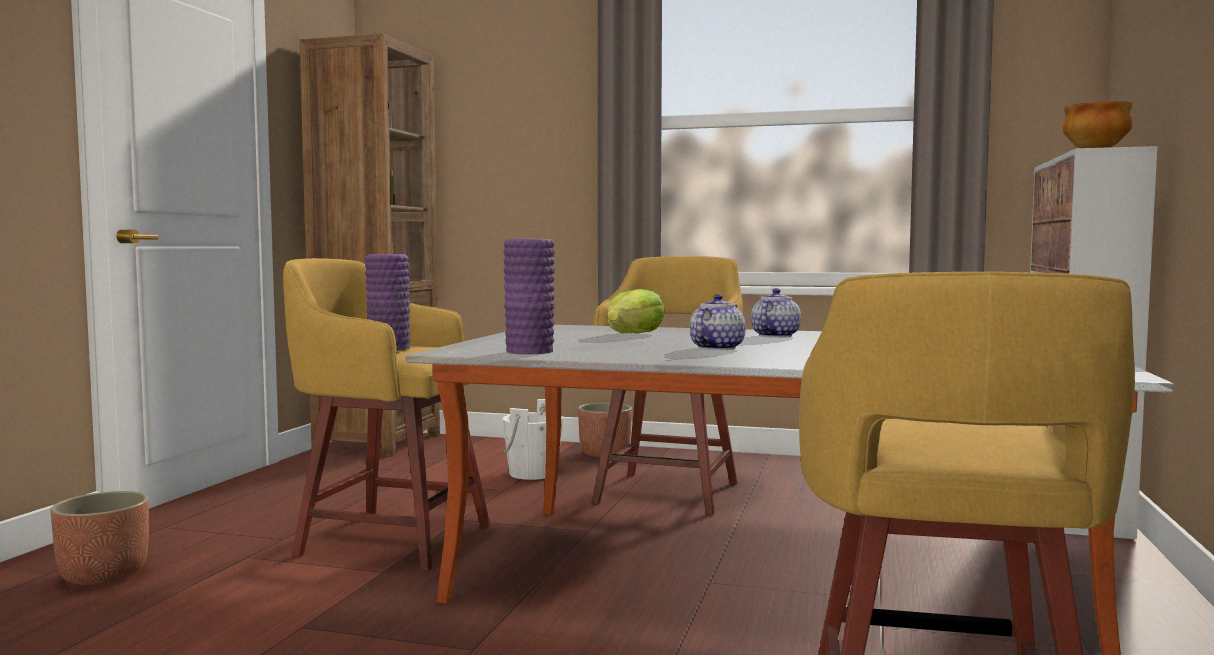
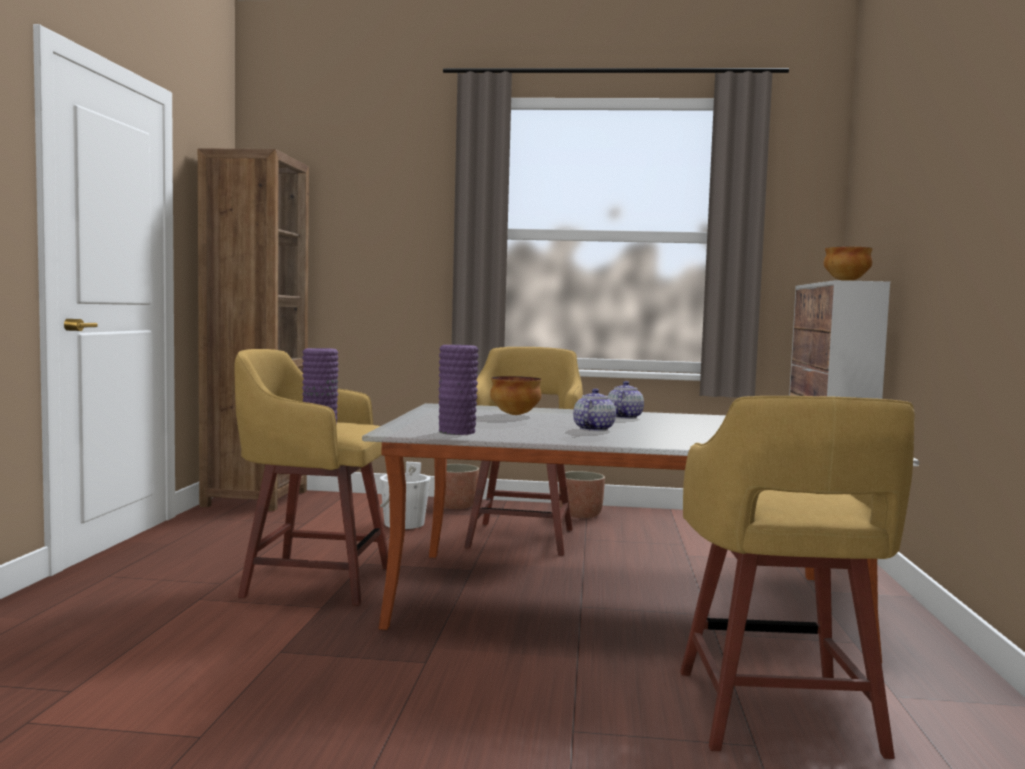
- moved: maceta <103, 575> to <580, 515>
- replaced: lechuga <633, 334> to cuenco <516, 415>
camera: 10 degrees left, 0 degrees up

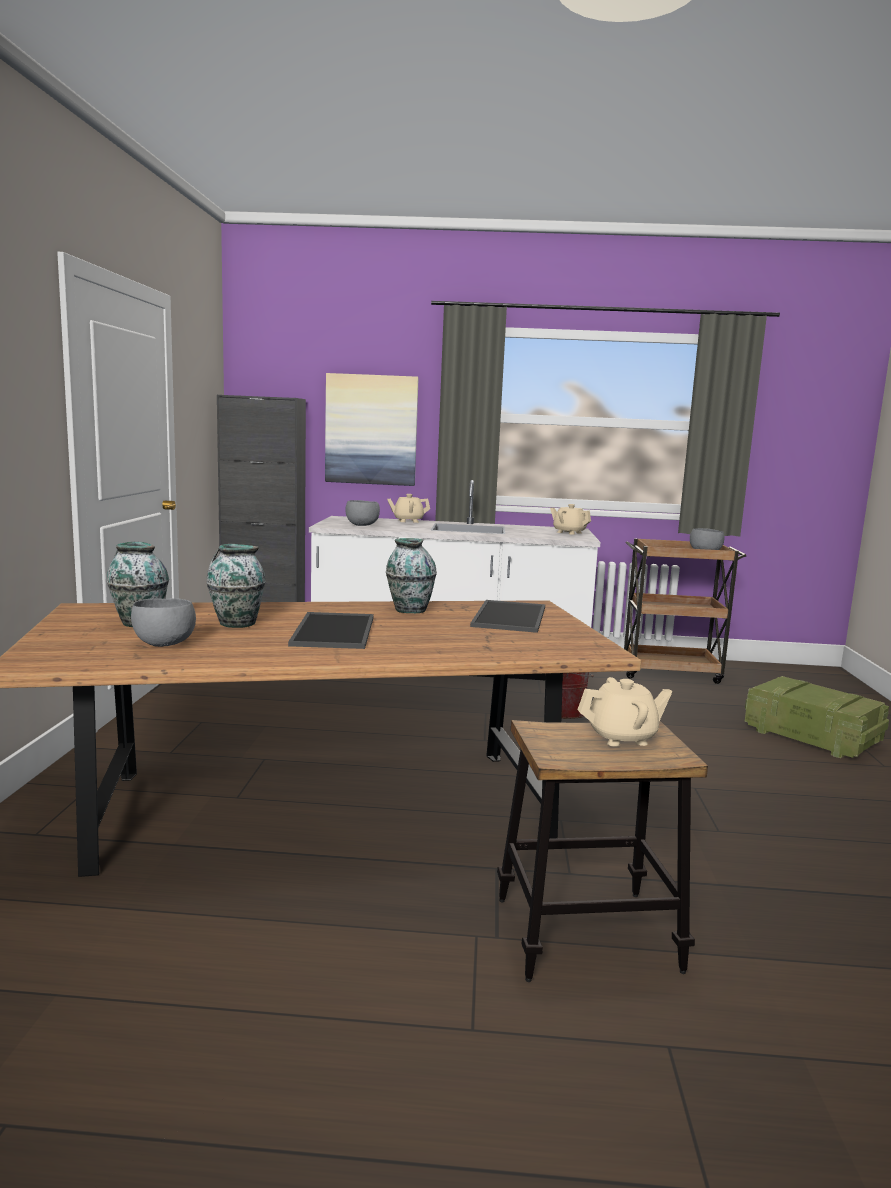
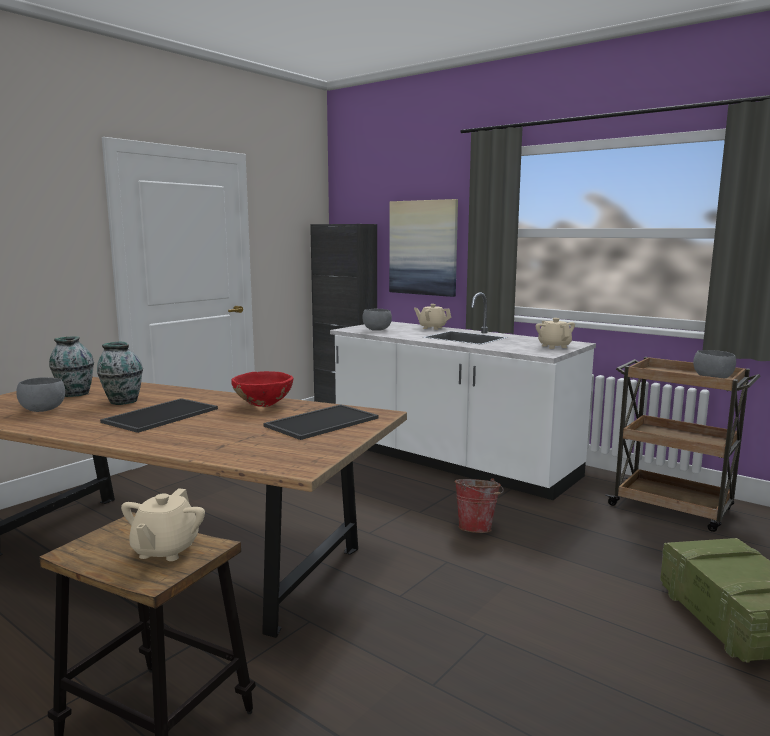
- replaced: florero <410, 610> to cuenco [rojo] <263, 406>
- turned: tetera [beis] <622, 737> = <165, 550> 75 degrees clockwise
camera: 35 degrees right, 0 degrees up

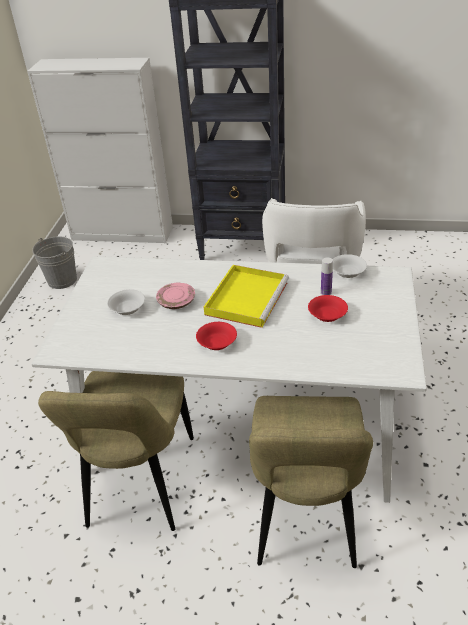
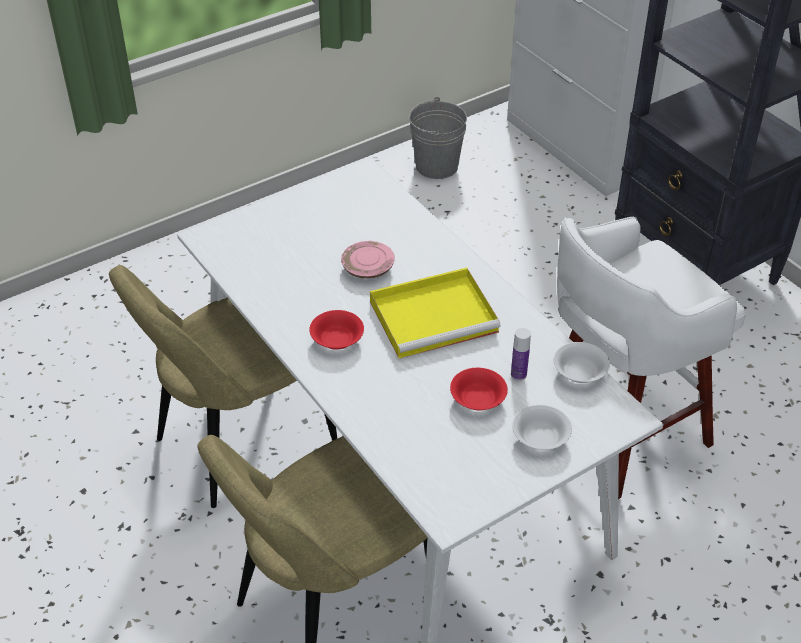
- moved: cuenco [blanco] <128, 309> to <541, 438>
camera: 45 degrees right, 5 degrees up

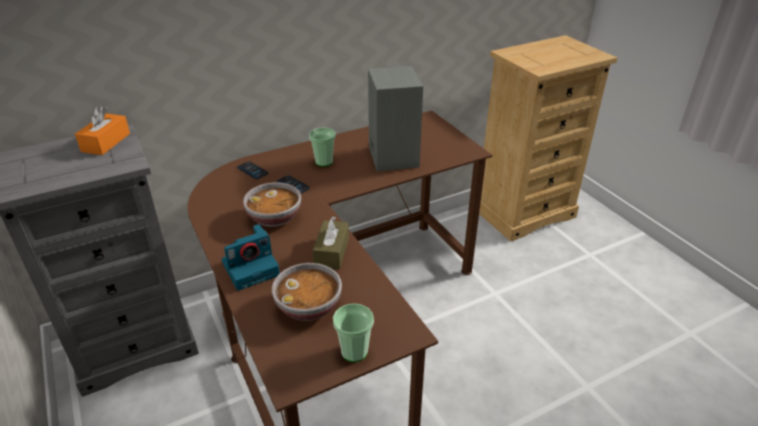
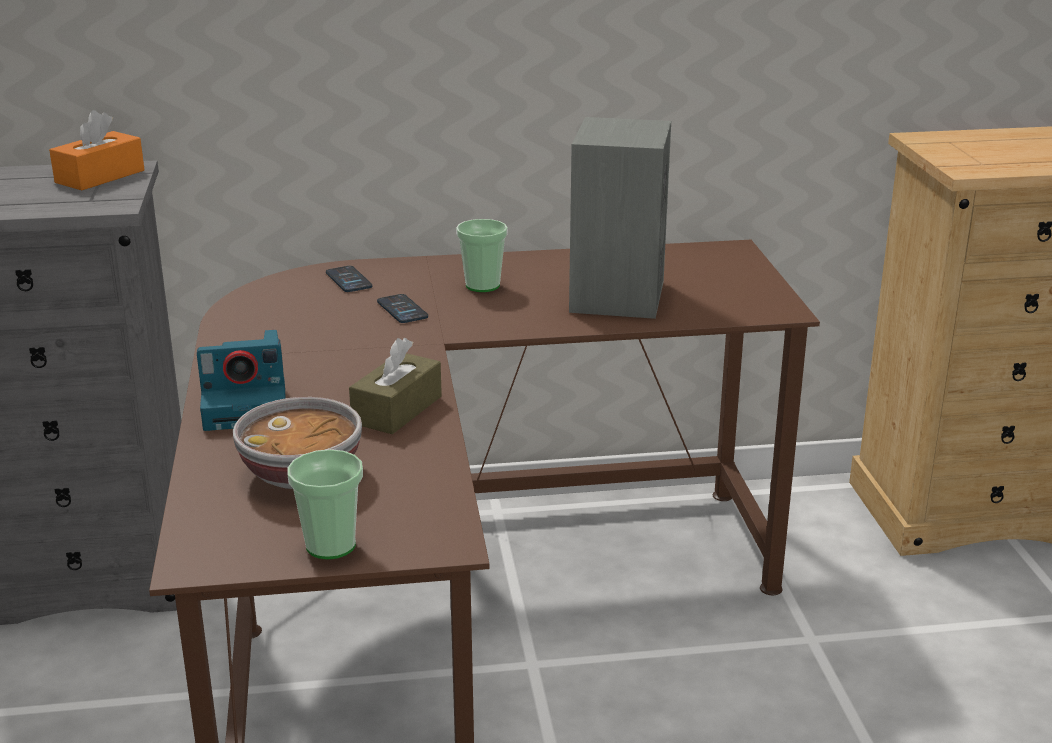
- removed: cuenco <275, 218>
camera: 20 degrees right, 10 degrees down

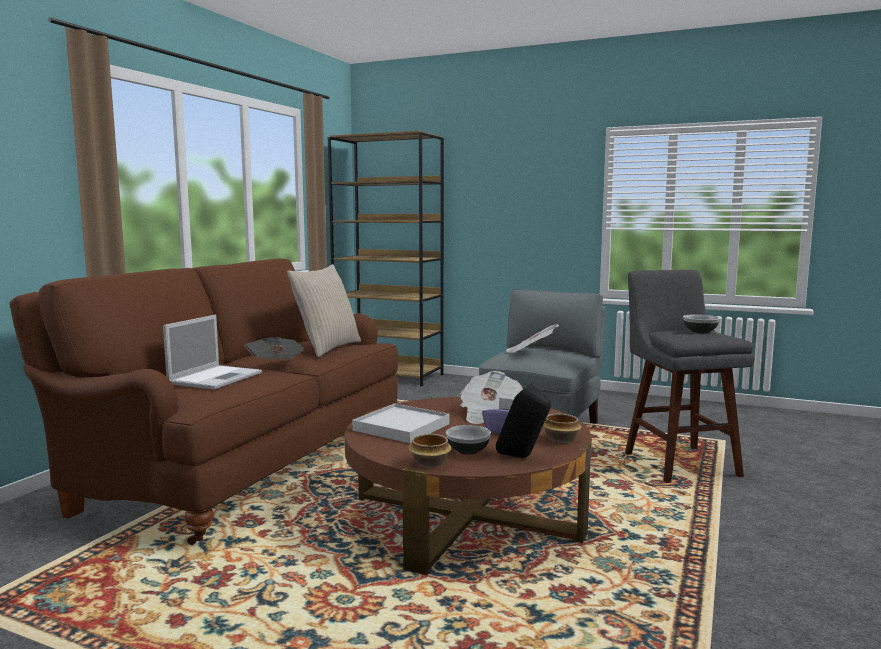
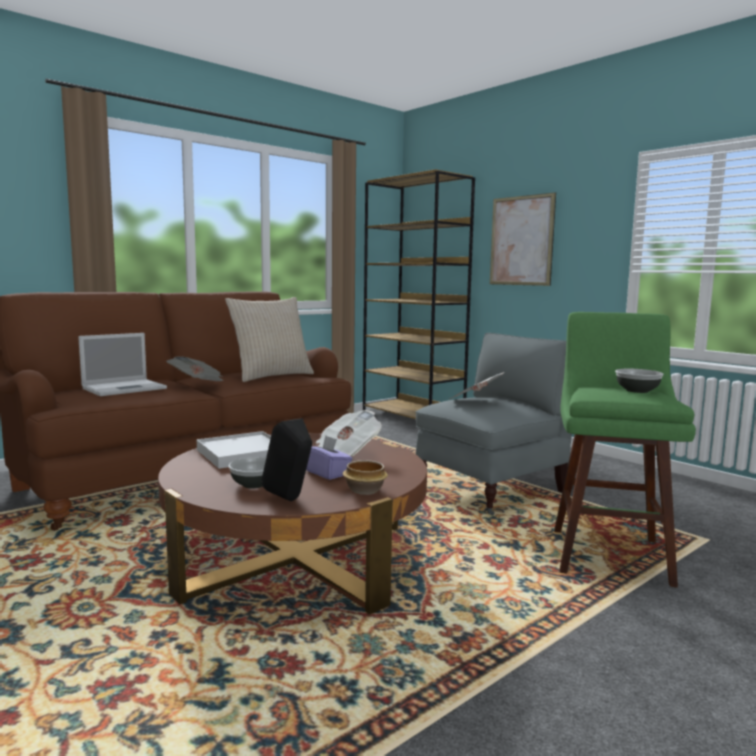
- removed: cuenco <430, 463>
- added: cuadro <521, 241>
- recoloured: taburete [gris] <678, 462> to taburete [verde] <608, 553>
camera: 25 degrees right, 0 degrees up

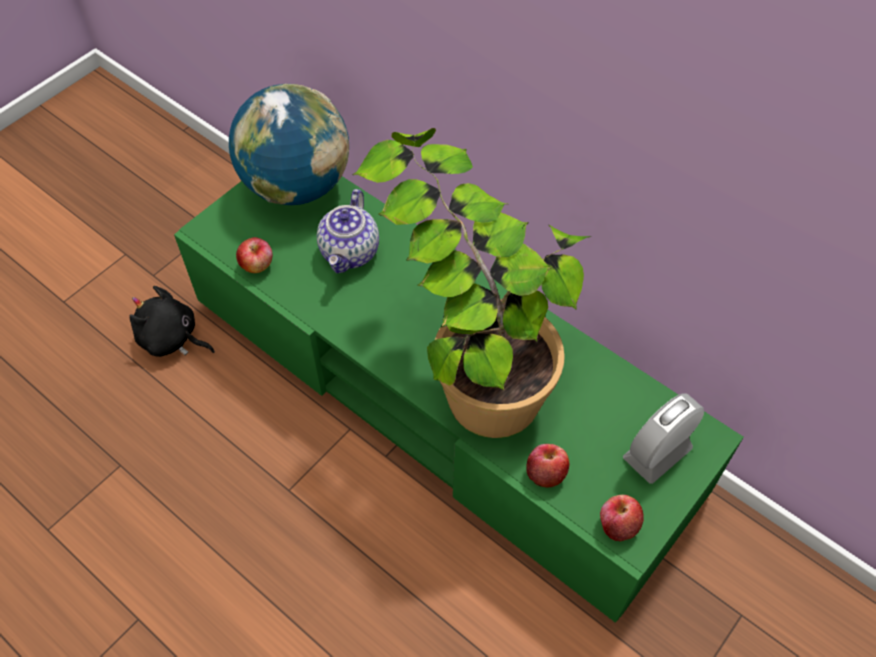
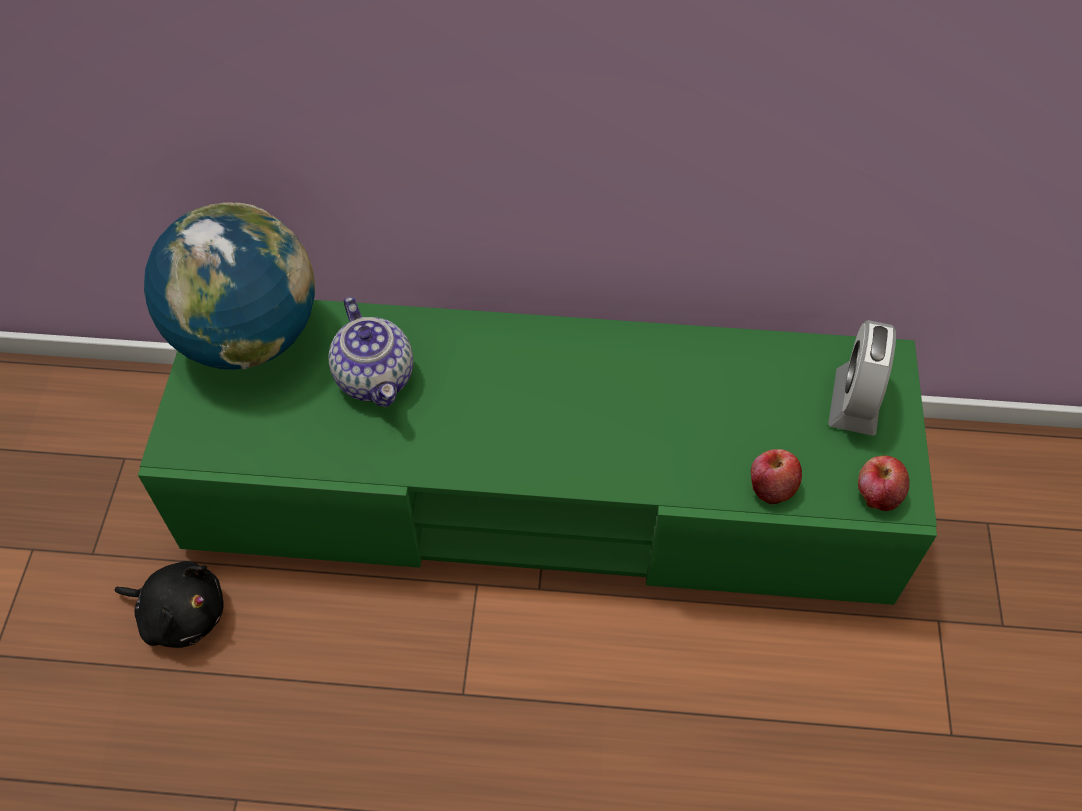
- removed: manzana <257, 265>
- removed: planta en maceta <471, 358>
- turned: peluche [negro] <172, 339> = <181, 613> 150 degrees counterclockwise
camera: 35 degrees left, 0 degrees up

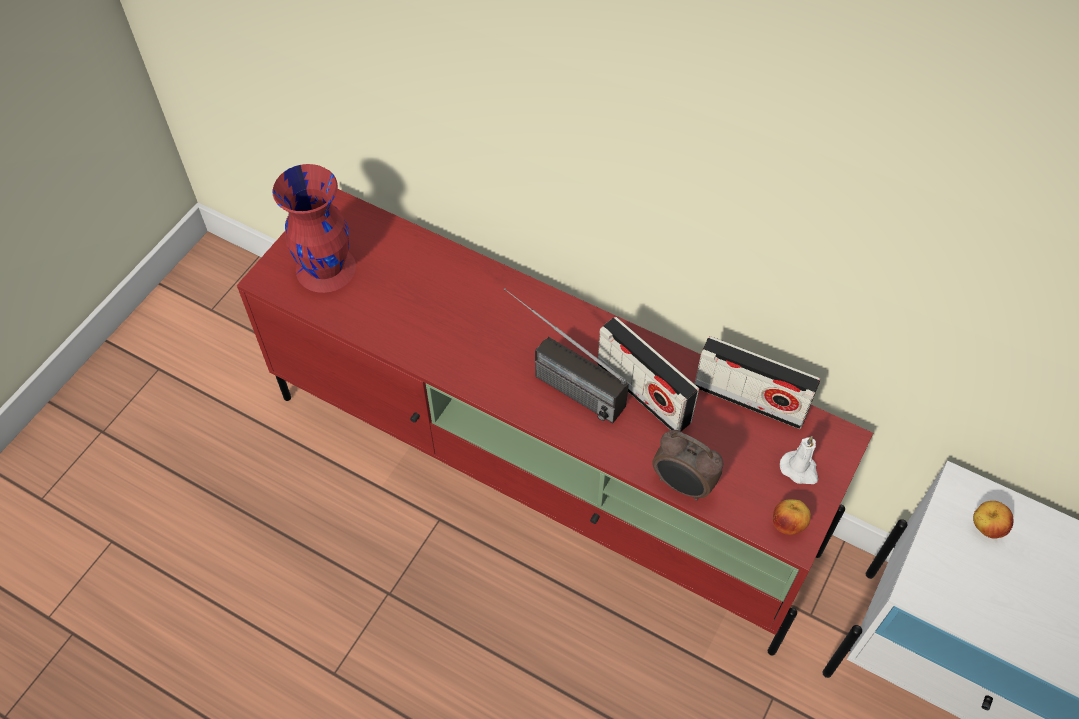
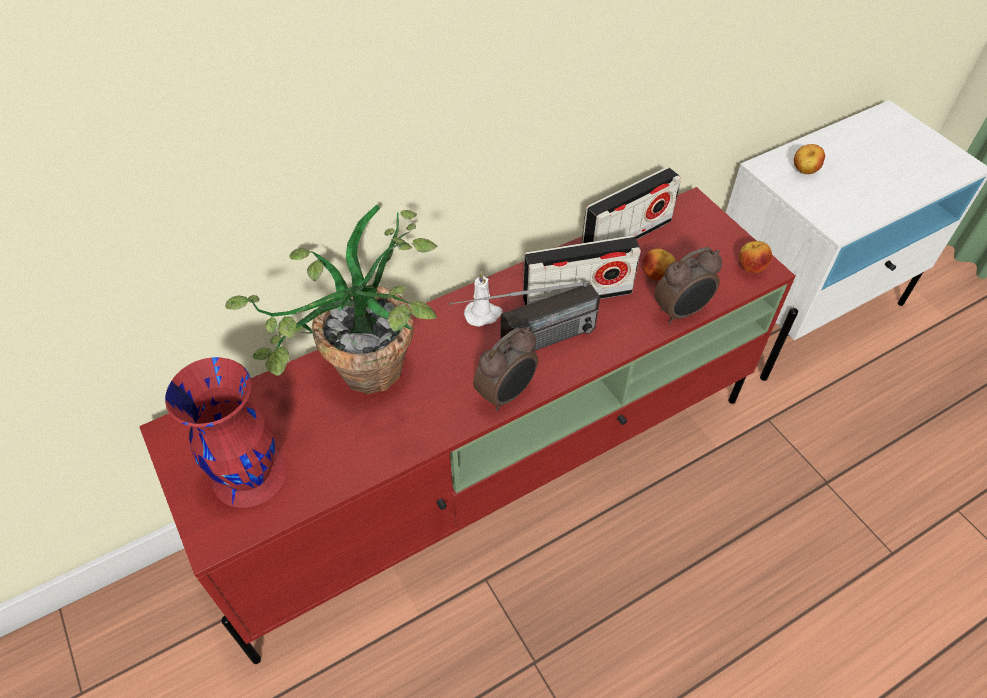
- added: planta en maceta <362, 383>
- added: despertador <507, 394>
- added: manzana <656, 275>
- moved: vela [blanco] <800, 469> to <483, 314>
camera: 60 degrees left, 5 degrees down

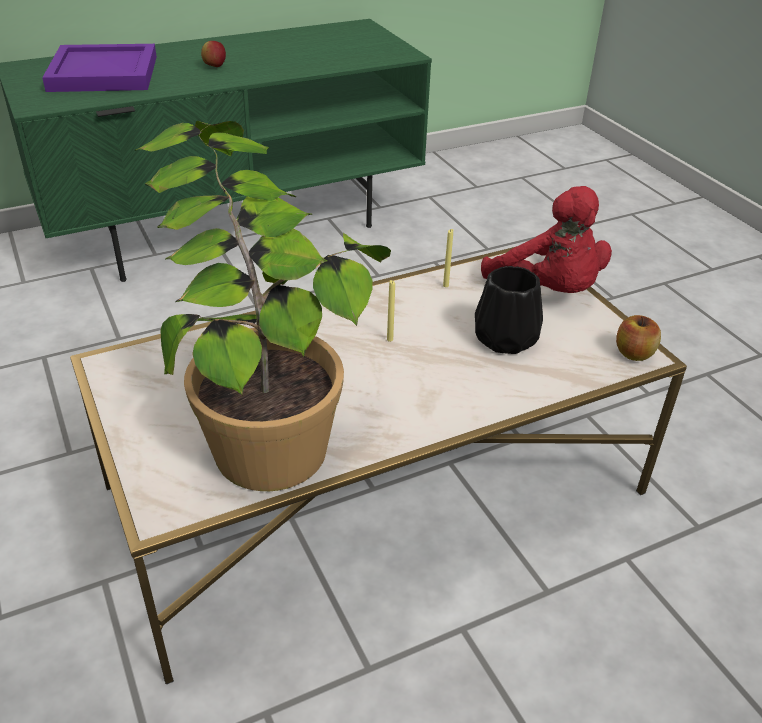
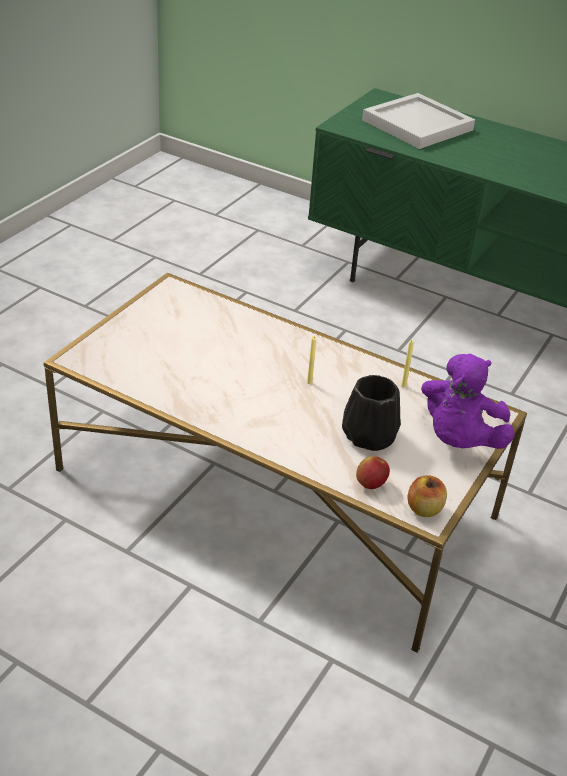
- removed: planta en maceta <262, 411>
- moved: manzana <214, 66> to <371, 484>
- recoloured: bandeja [morado] <105, 73> to bandeja [blanco] <419, 125>
- recoloured: peluche [rojo] <548, 291> to peluche [morado] <459, 439>
camera: 55 degrees right, 0 degrees up

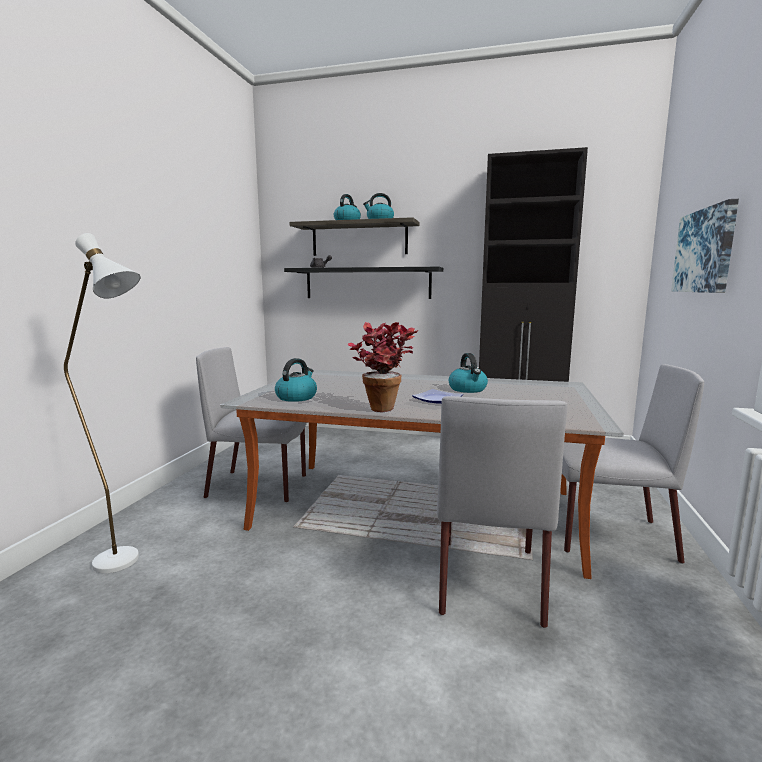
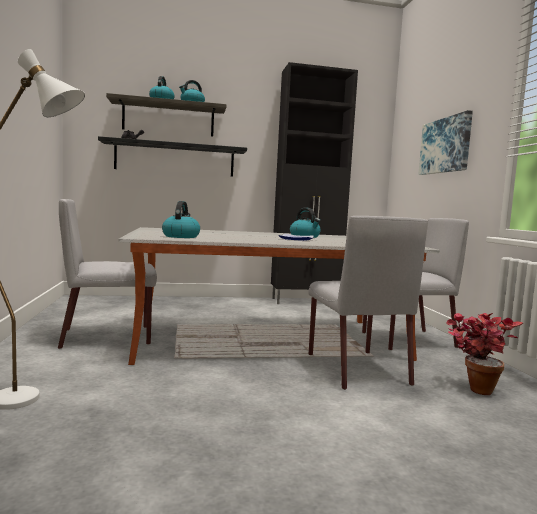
- moved: planta en maceta <382, 407> to <474, 387>
camera: 25 degrees left, 5 degrees down

